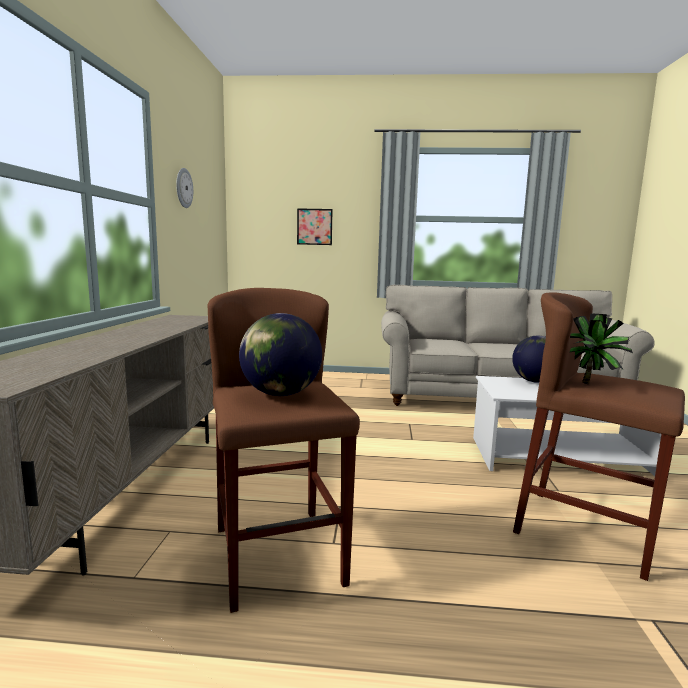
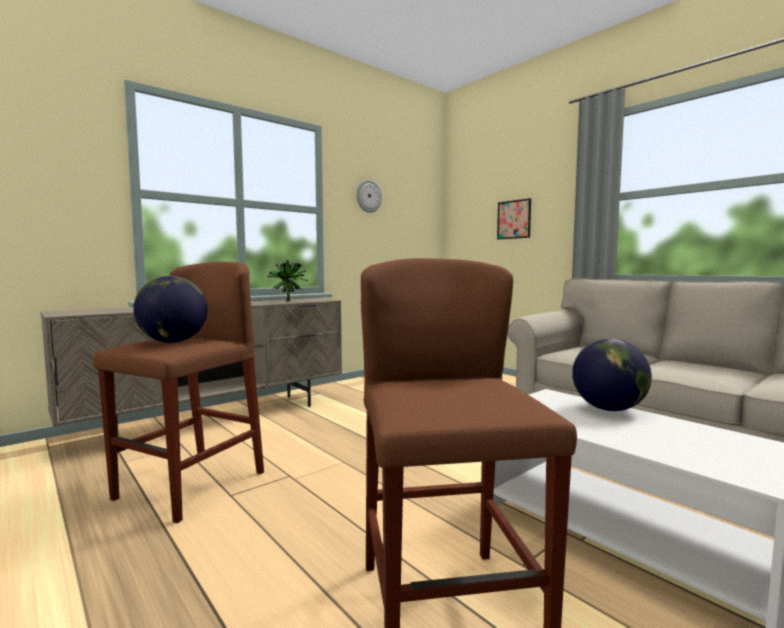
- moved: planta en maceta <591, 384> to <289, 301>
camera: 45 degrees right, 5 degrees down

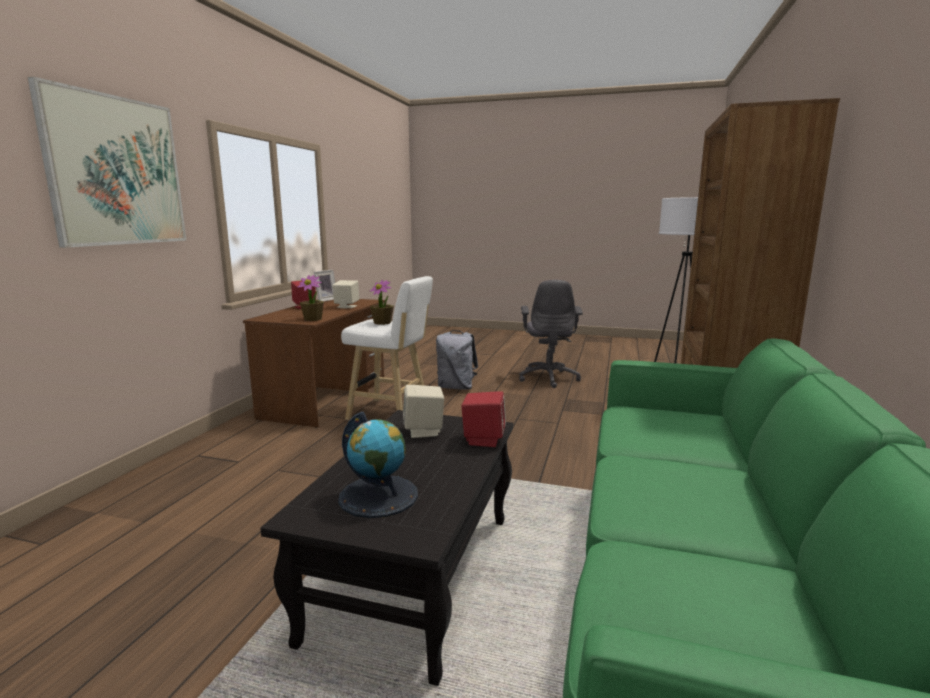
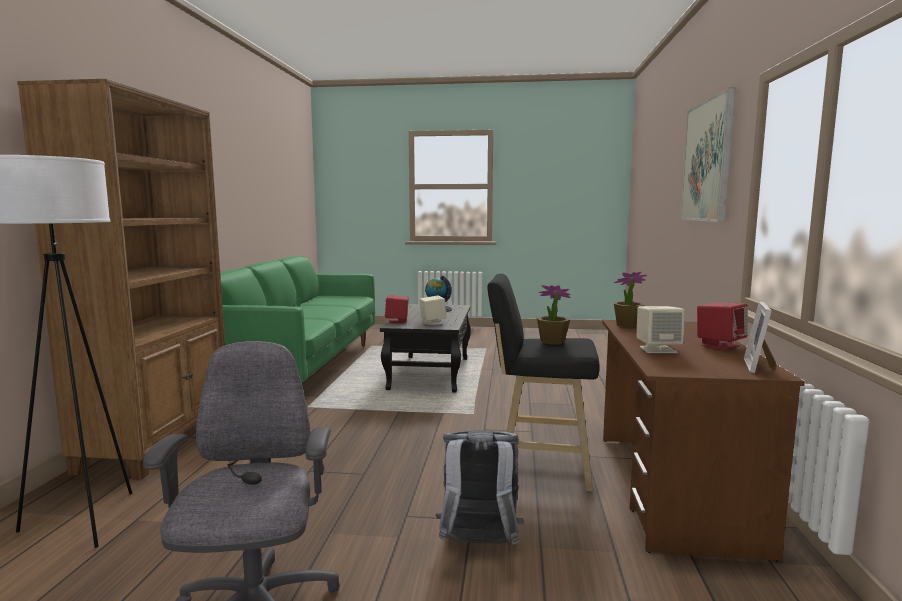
- recoloured: taburete [blanco] <391, 414> to taburete [negro] <539, 467>
camera: 170 degrees right, 5 degrees down

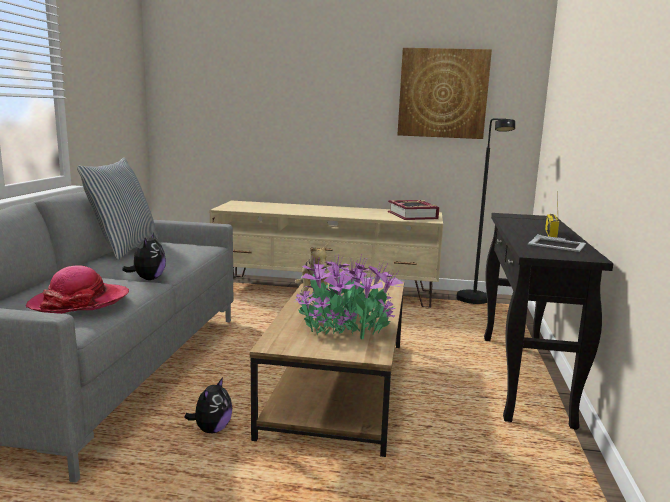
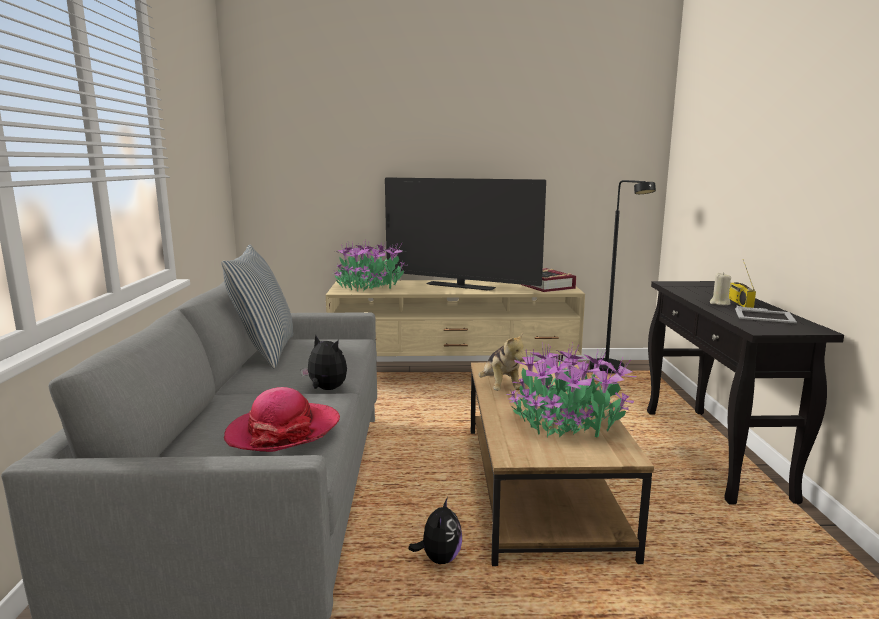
- removed: cuadro <443, 93>
- added: planta en maceta <370, 287>
- added: televisor <460, 286>
- added: vela [beis] <719, 303>
- turned: peluche <148, 279> = <326, 389> 45 degrees counterclockwise
camera: 10 degrees left, 0 degrees up

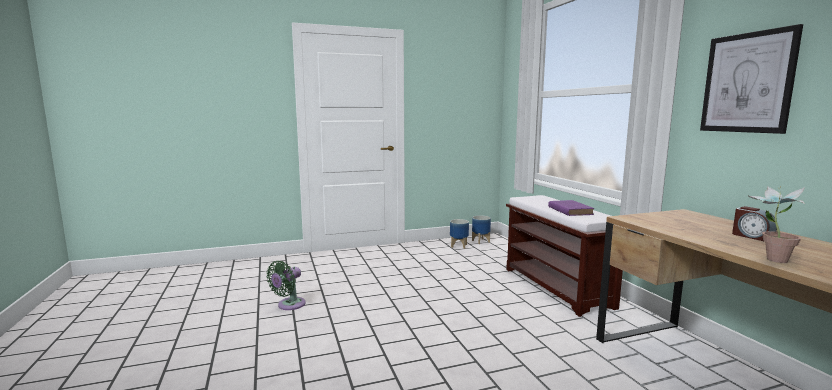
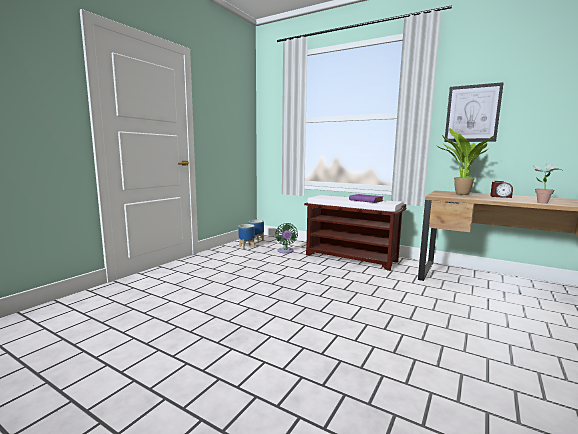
- added: planta en maceta <460, 194>
- moved: ventilador [verde] <289, 305> to <285, 251>
camera: 40 degrees left, 0 degrees up

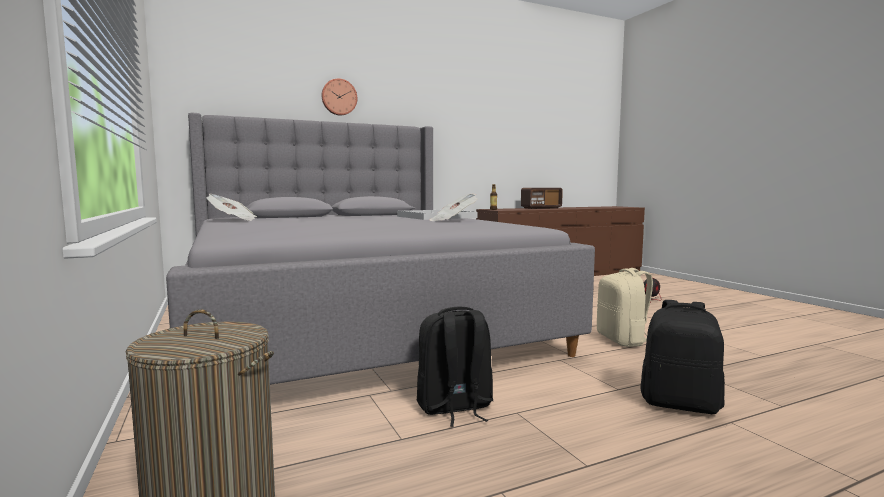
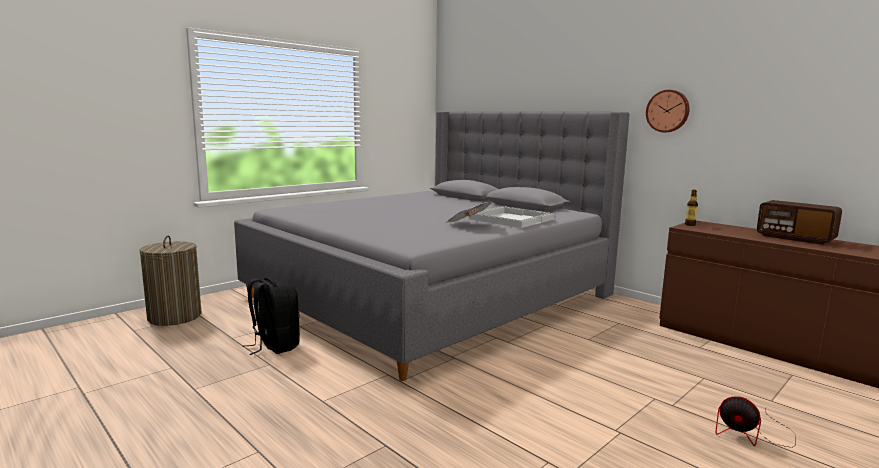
- removed: periódico <233, 220>
- removed: mochila [beis] <623, 340>
- removed: mochila [negro] <680, 404>
- moved: reloj de pared <339, 97> to <668, 111>
camera: 70 degrees right, 5 degrees up

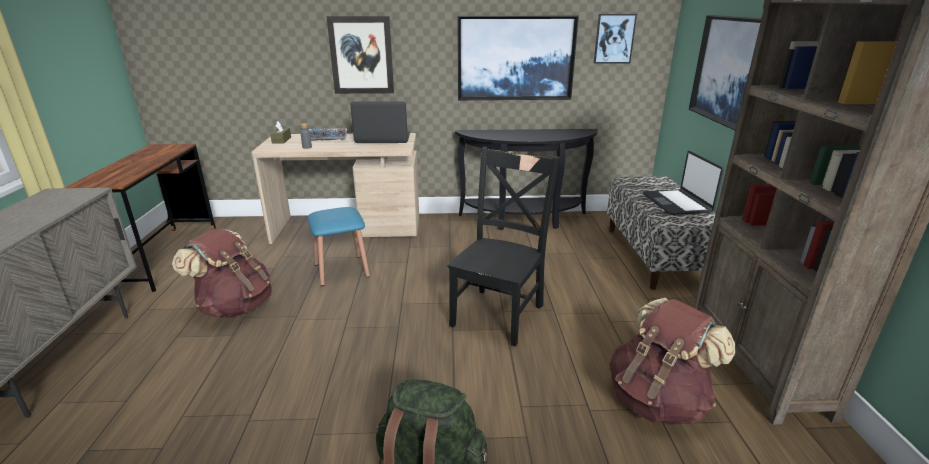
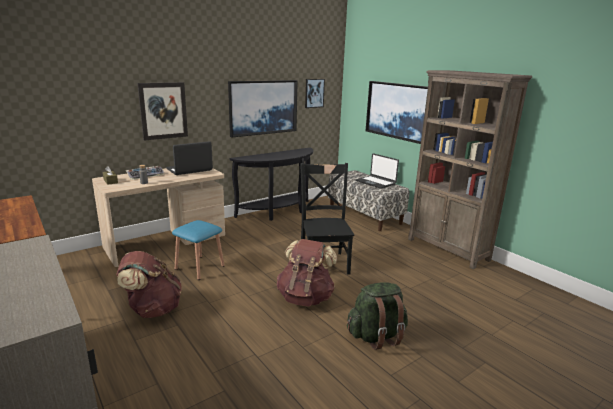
- moved: mochila [marrón] <657, 401> to <305, 297>
camera: 35 degrees left, 5 degrees down

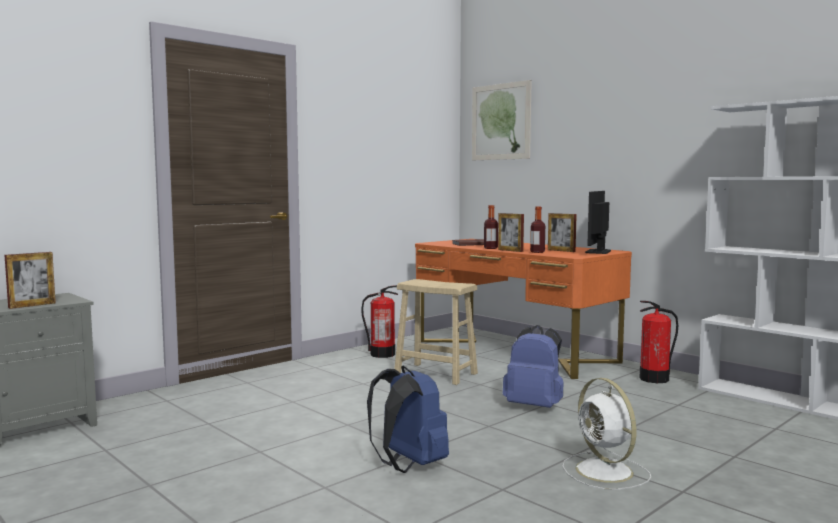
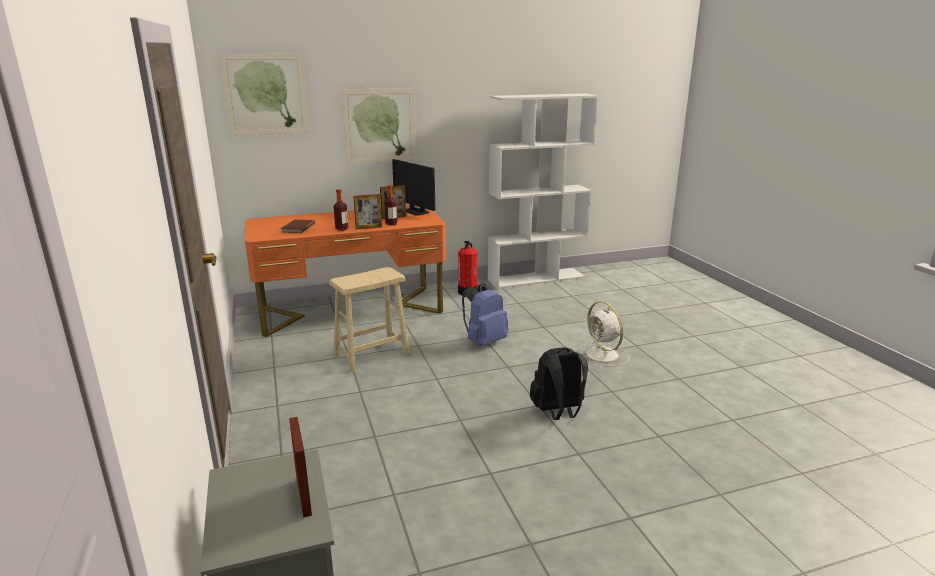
- removed: extintor <382, 354>
- added: cuadro <380, 126>
- recoloured: mochila [azul] <408, 465> to mochila [negro] <558, 413>
- turned: ventilador [blanco] <606, 472> = <603, 355> 60 degrees clockwise
camera: 65 degrees left, 15 degrees up

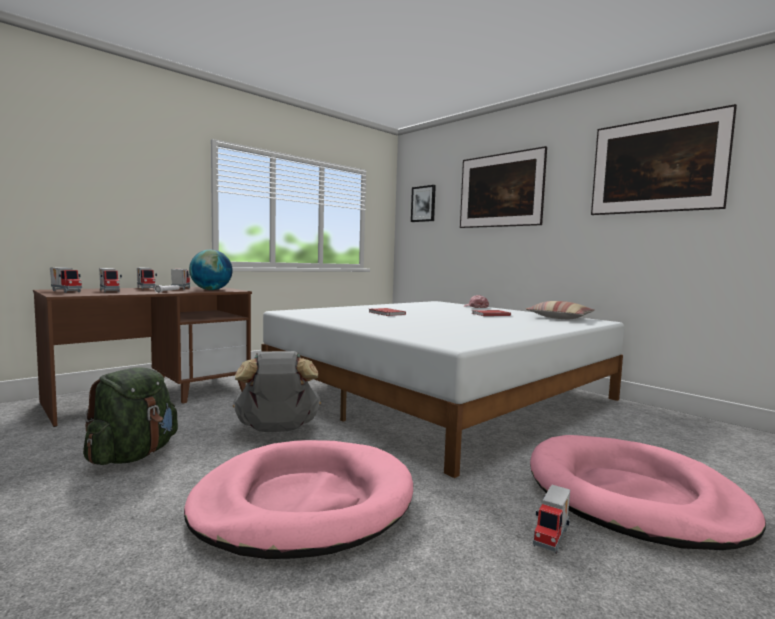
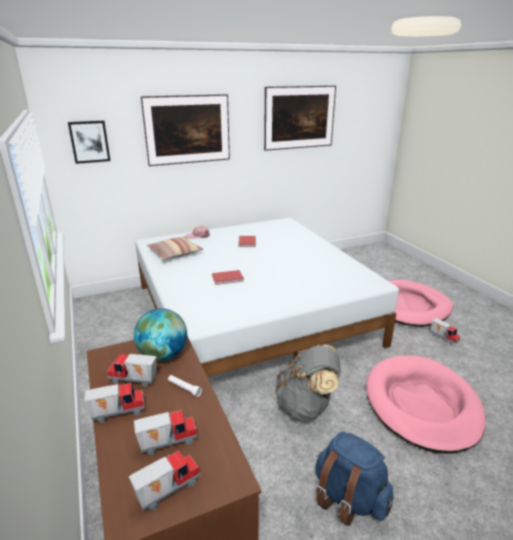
- moved: cojín <560, 318> to <175, 253>
- recoloured: mochila [verde] <133, 455> to mochila [azul] <348, 498>
camera: 70 degrees left, 20 degrees up

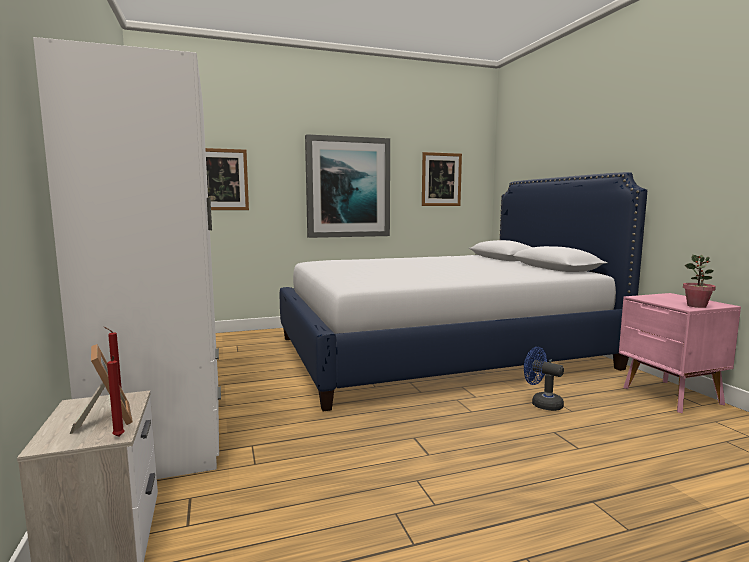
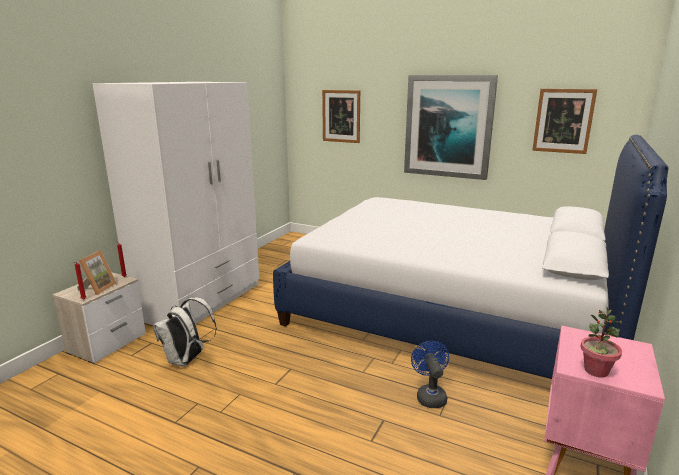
- added: mochila [blanco] <187, 360>
camera: 45 degrees right, 10 degrees up

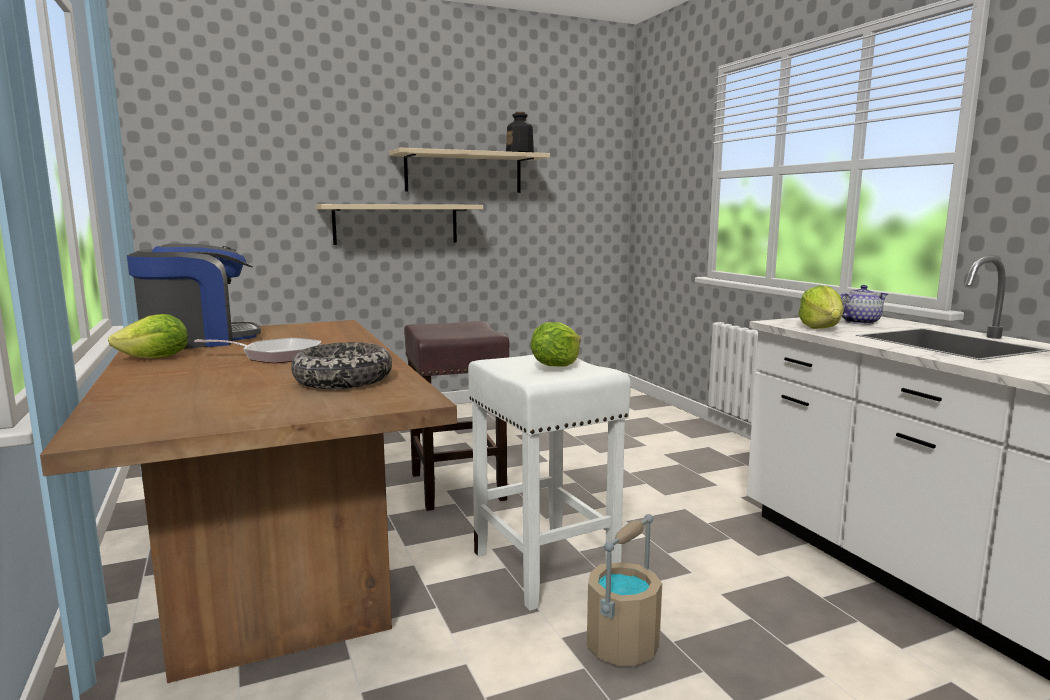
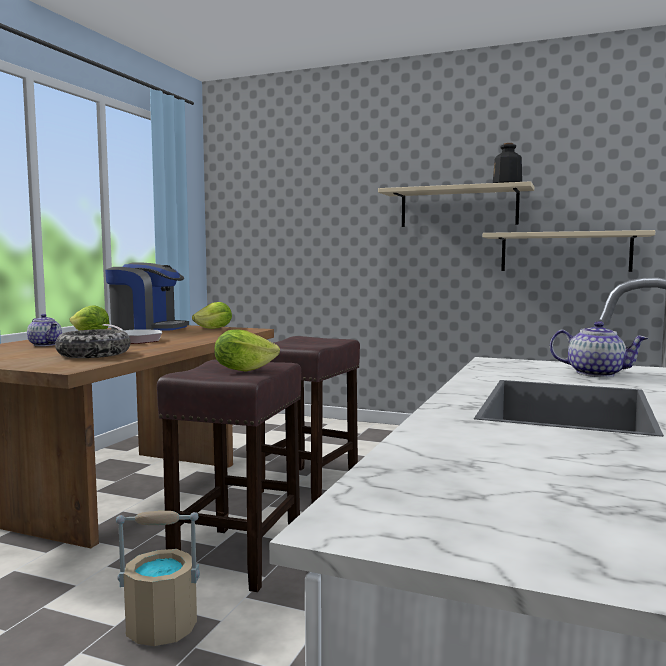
- added: tetera <46, 344>
- moved: estante [beis] <396, 224> to <565, 252>
- moved: lechuga <821, 328> to <214, 329>
- recoloured: taburete [blanco] <546, 568> to taburete [marrón] <236, 558>
camera: 45 degrees right, 5 degrees down

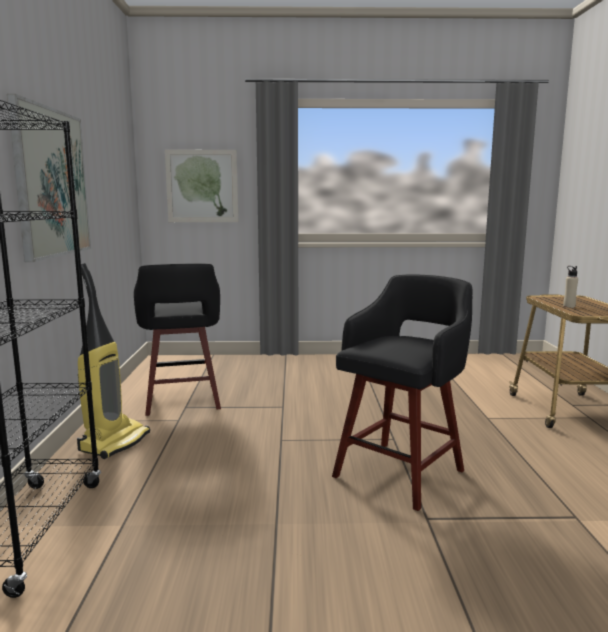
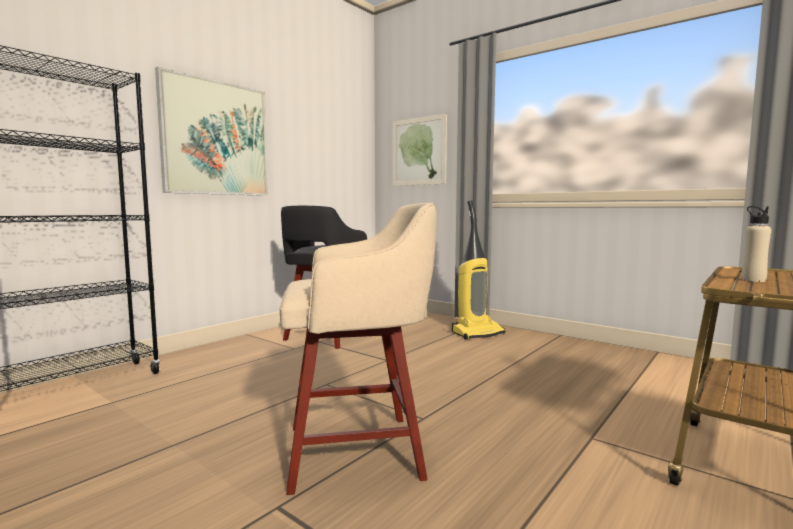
- moved: aspiradora <114, 442> to <477, 333>
- recoloured: taburete [negro] <401, 472> to taburete [beis] <359, 451>
camera: 40 degrees right, 5 degrees down

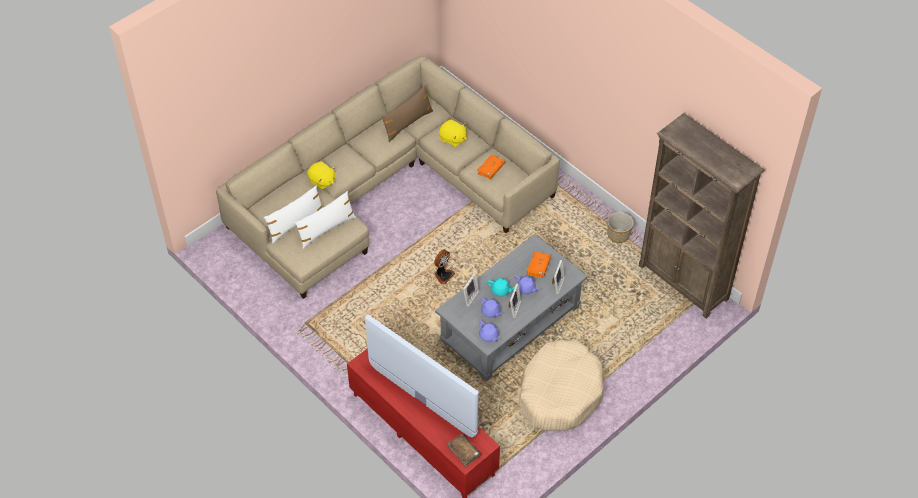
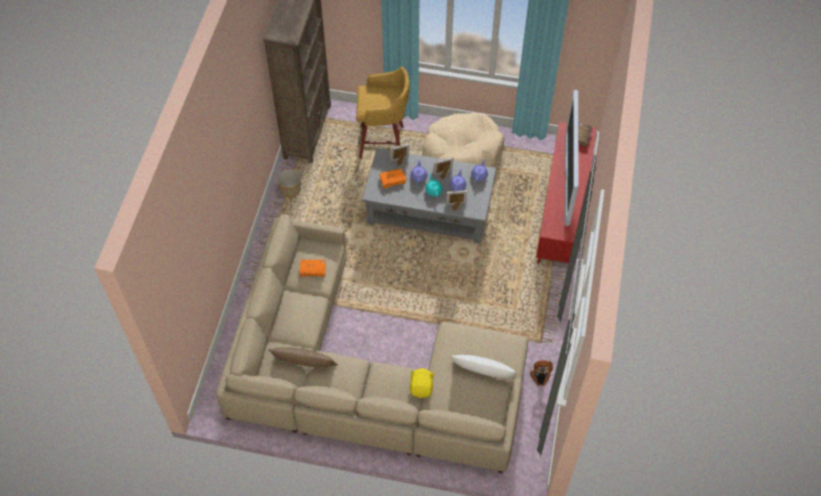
- removed: cojín [blanco] <326, 229>
- removed: peluche [amarillo] <453, 139>
- added: taburete [amarillo] <383, 142>
- moved: ventilador <443, 275> to <540, 378>
camera: 125 degrees left, 5 degrees up

